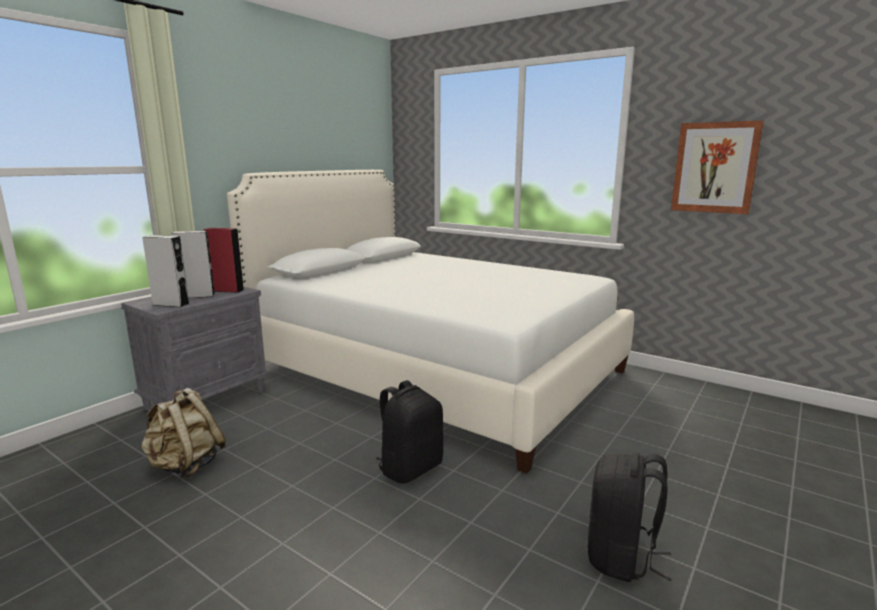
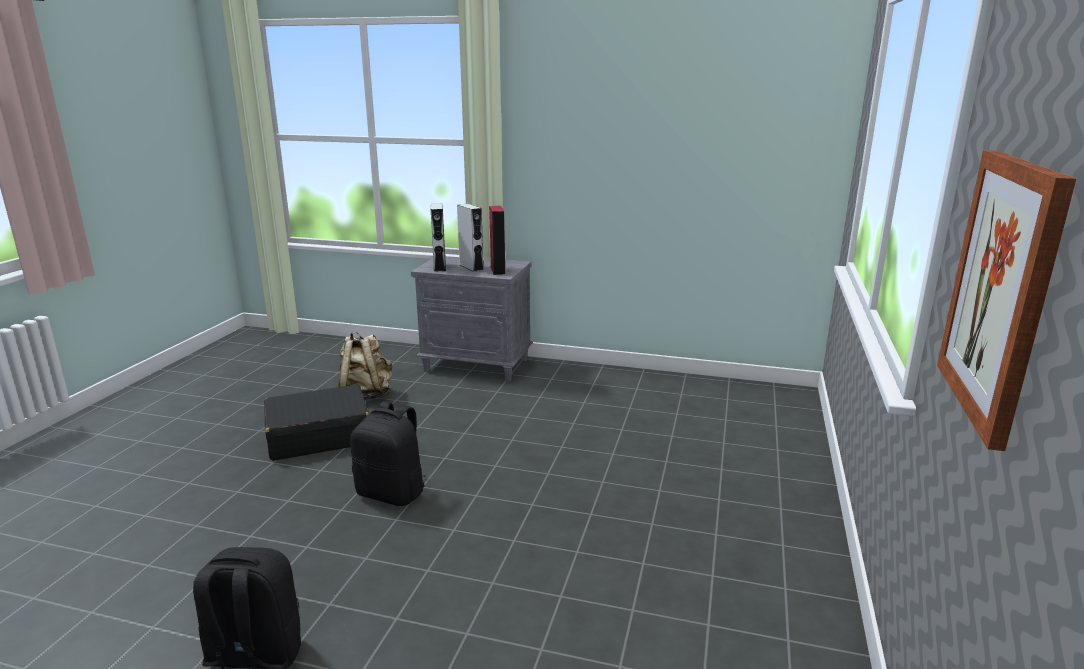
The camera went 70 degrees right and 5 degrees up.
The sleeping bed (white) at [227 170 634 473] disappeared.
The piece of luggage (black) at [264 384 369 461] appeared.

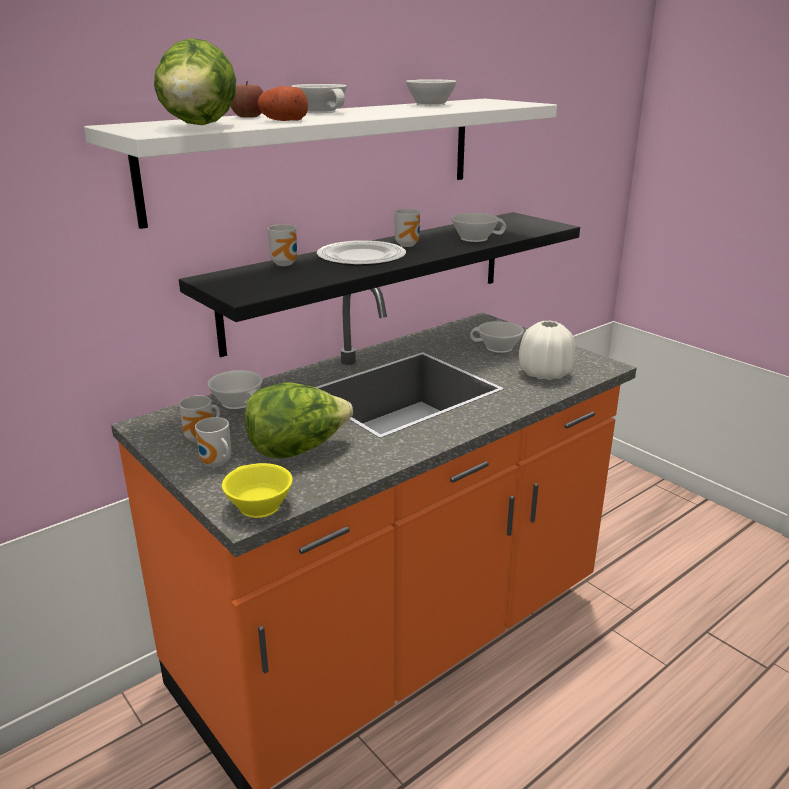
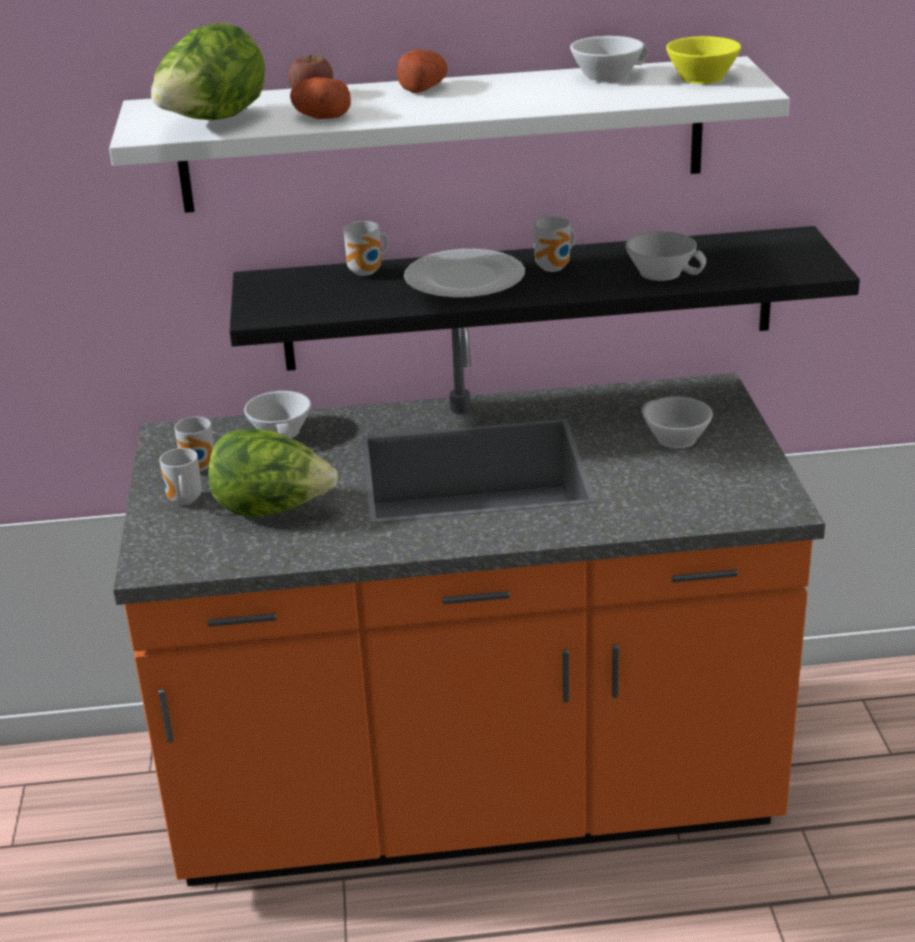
The camera went 35 degrees right and 5 degrees up.
The small cup (yellow-coloured) moved from [222 463 293 518] to [666 36 741 84].
The small cup (white) at [291 84 347 113] was replaced by the potato at [397 49 448 93].
The vase (white) at [519 321 575 380] disappeared.

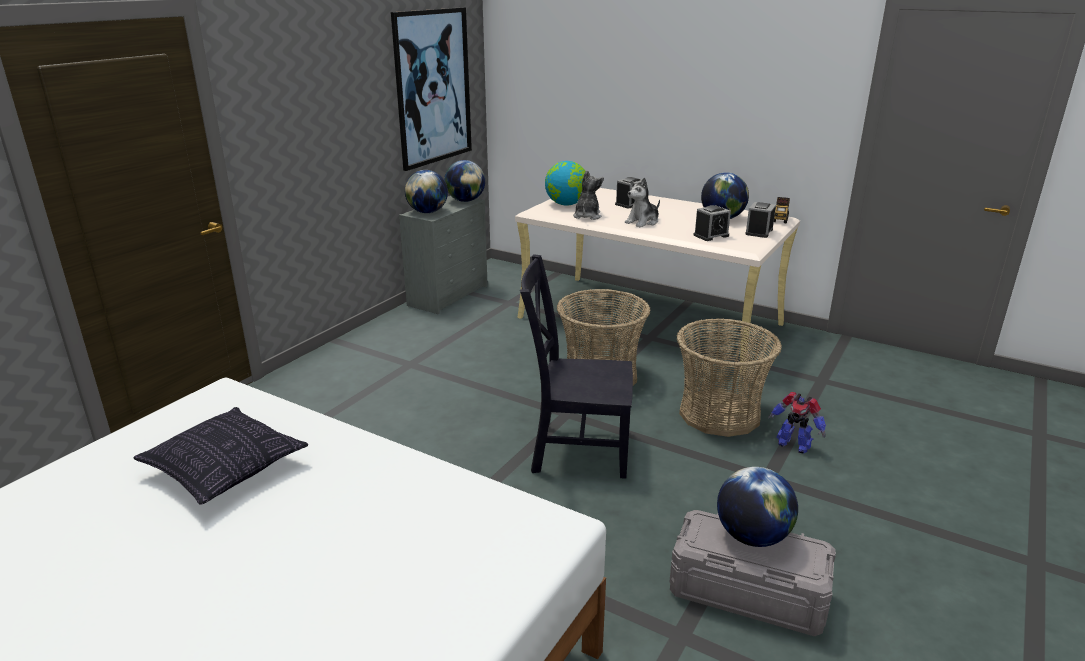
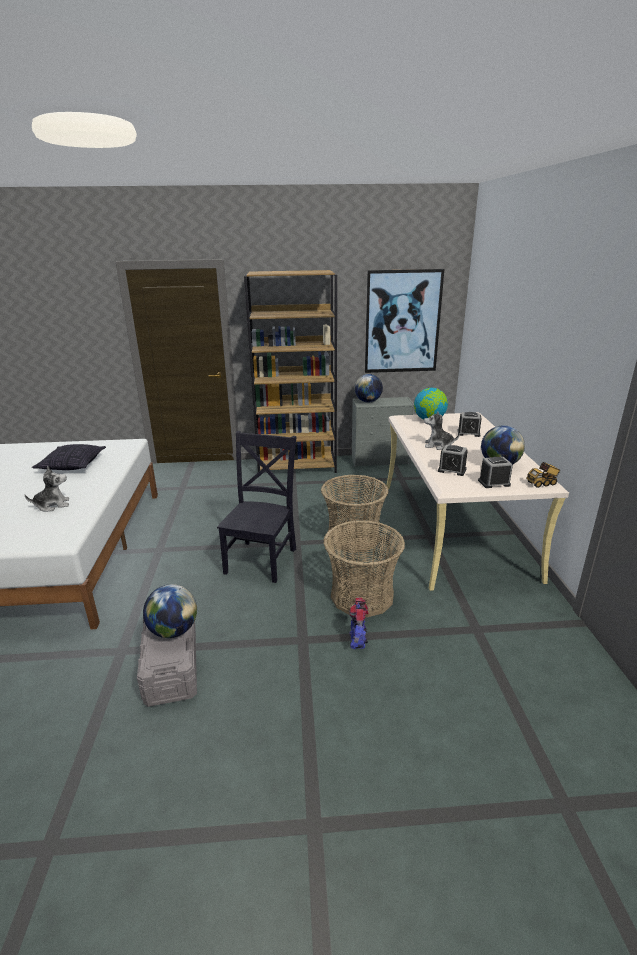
The camera went 55 degrees right and 0 degrees up.
The globe at [444 160 485 202] disappeared.
The chair (black) at [520 254 633 479] turned 45 degrees clockwise.
The cuddly toy moved from [573 170 604 220] to [25 466 69 512].
The bookcase (brownish) at [244 270 337 473] appeared.

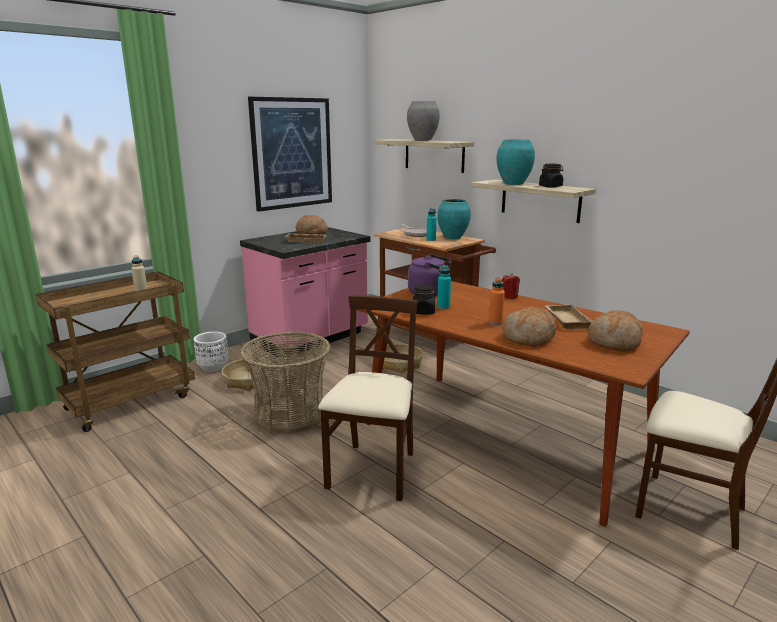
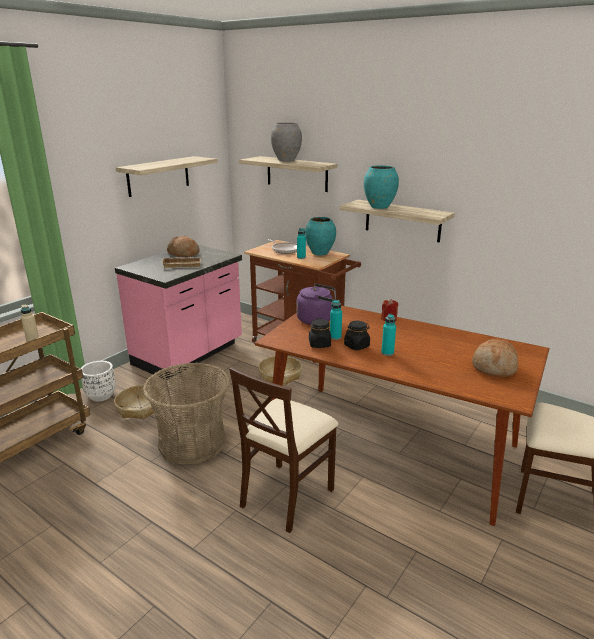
The camera went 10 degrees left and 5 degrees up.
The picture at [248 97 332 212] was replaced by the shelf at [116 156 218 197].
The chair (beige) at [318 295 418 501] turned 150 degrees counterclockwise.
The beverage bottle (orange-coloured) at [489 278 505 326] became the beverage bottle (turquoise) at [381 314 396 356].
The bakery bread at [502 307 557 347] disappeared.
The preserve jar (black) moved from [539 164 563 188] to [344 321 370 350].
The carrying tray (beige) at [546 304 593 329] disappeared.

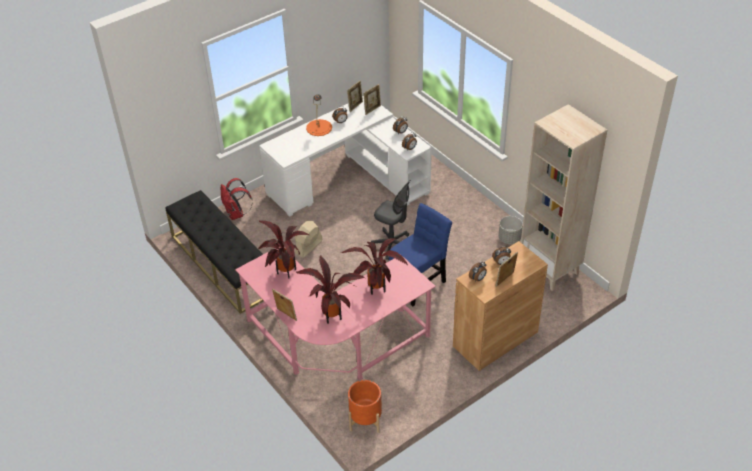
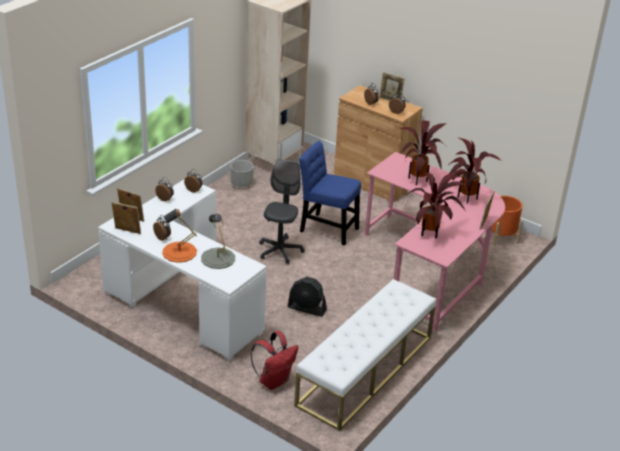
The camera went 110 degrees left and 10 degrees down.
The bench (black) at [165 190 263 314] became the bench (white) at [294 279 436 431].
The cooling fan (beige) at [295 221 323 258] became the cooling fan (black) at [287 277 327 316].
The tabletop lamp (greyish) at [201 214 235 269] appeared.

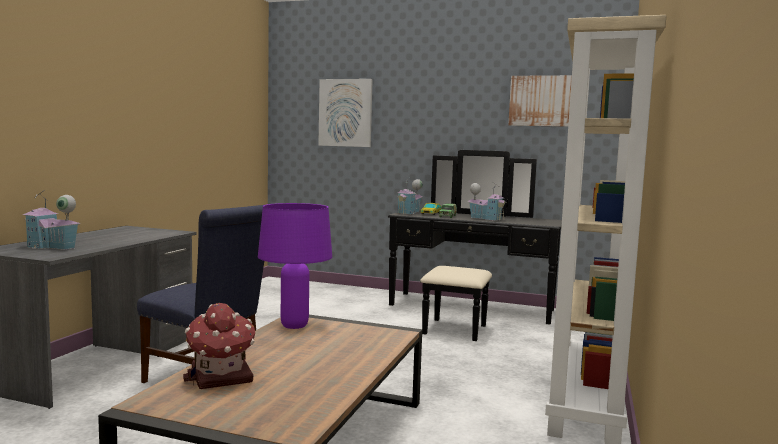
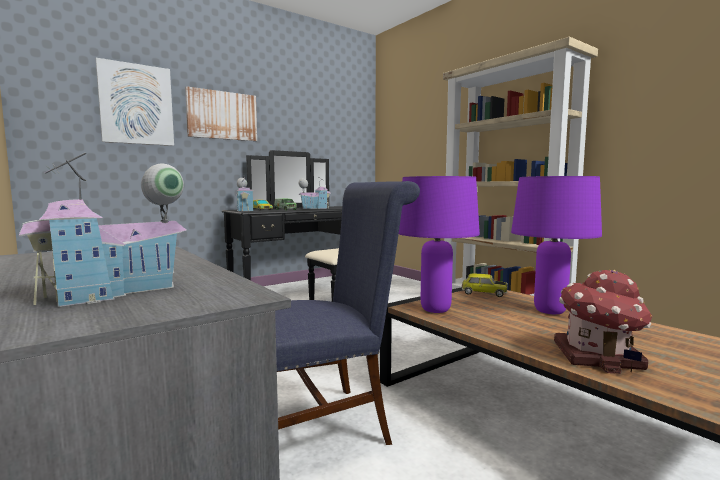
The camera went 55 degrees left and 0 degrees up.
The picture moved from [508 75 572 127] to [185 86 257 141].
The toy car at [462 274 508 297] appeared.
The tabletop lamp (purplish) at [511 176 602 314] appeared.

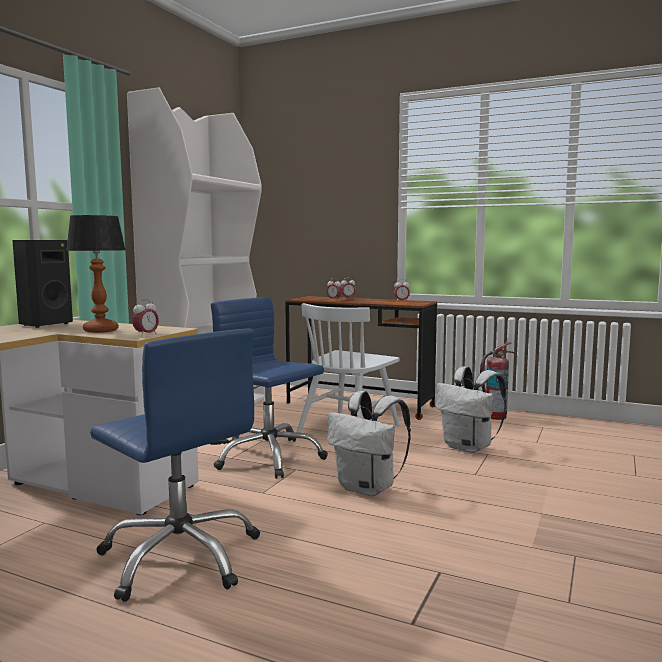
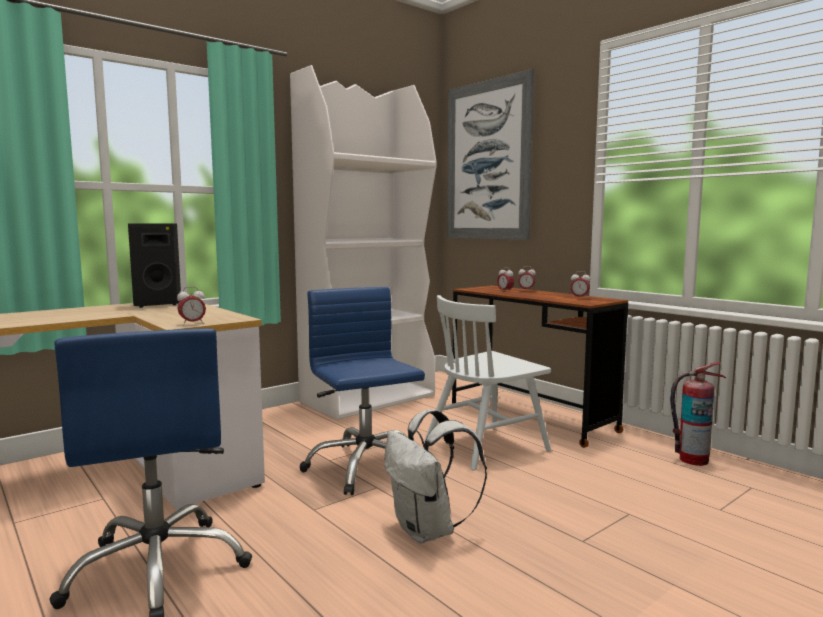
The camera went 25 degrees right and 0 degrees up.
The tabletop lamp at [66 215 125 333] disappeared.
The backpack (white) at [435 366 507 453] disappeared.
The picture at [447 69 534 240] appeared.

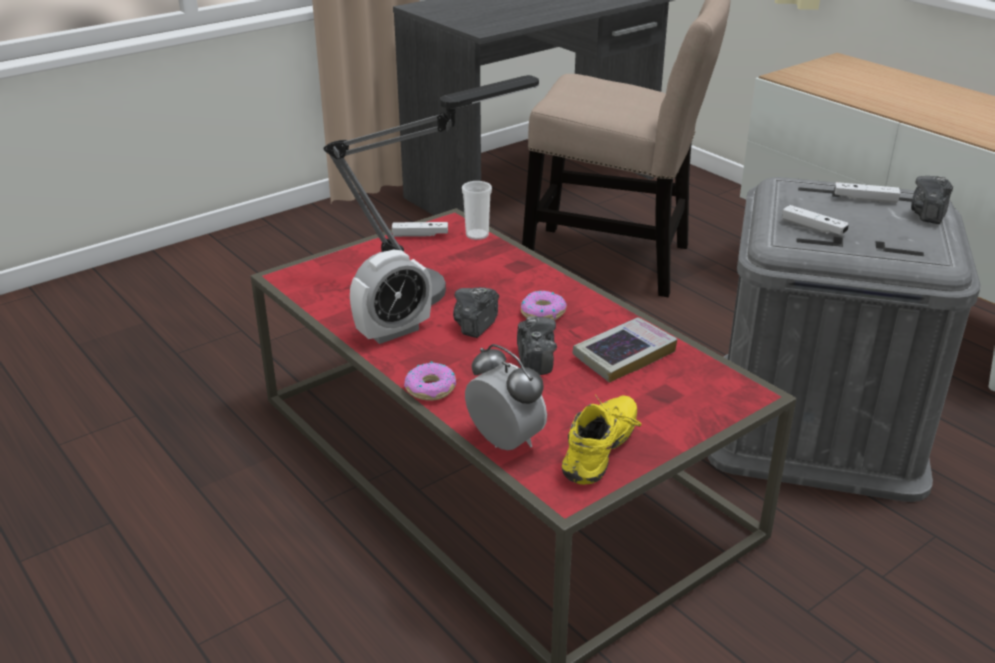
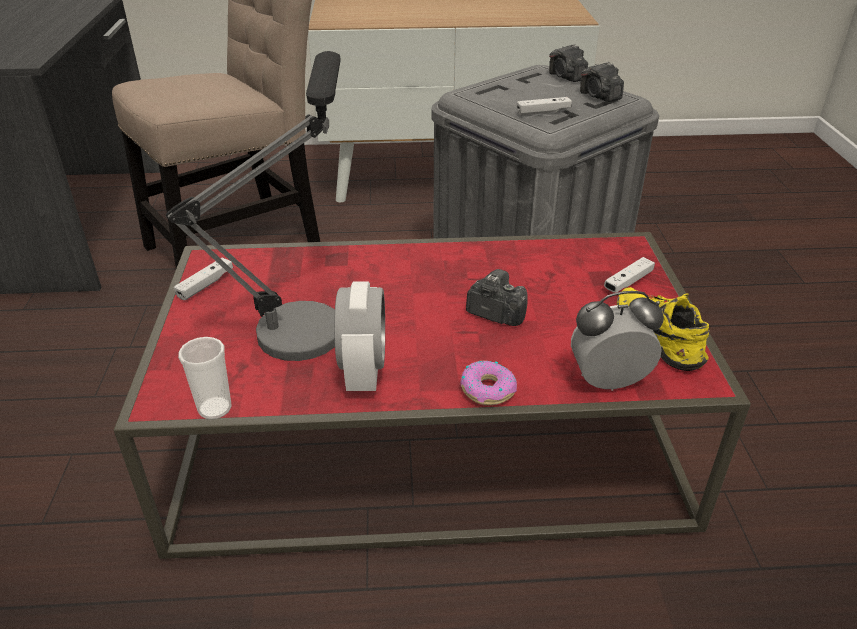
The camera went 55 degrees left and 5 degrees up.
The photo camera moved from [453 287 499 338] to [580 62 624 102].
The small cup moved from [462 181 492 240] to [178 337 231 420].
The ring doughnut at [521 291 567 320] disappeared.
The book at [572 317 677 383] disappeared.
The joypad (white) moved from [834 182 901 203] to [604 257 655 293].

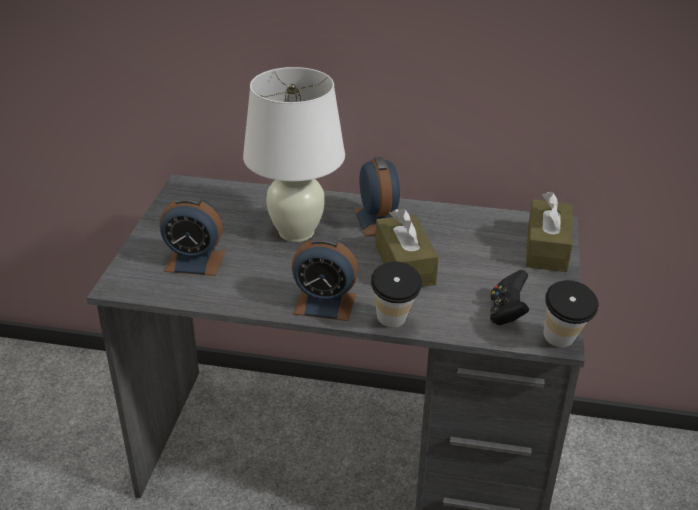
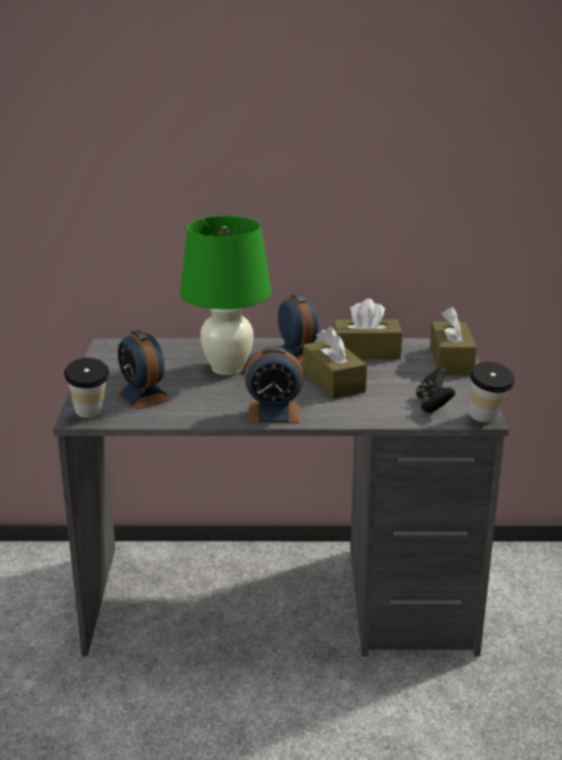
The camera went 10 degrees left and 10 degrees down.
The alarm clock at [160 196 225 276] turned 60 degrees clockwise.
The tabletop lamp (white) at [243 67 345 242] became the tabletop lamp (green) at [180 216 271 375].
The small cup moved from [371 262 422 328] to [64 358 110 418].
The tissue holder (brownish) at [333 299 402 359] appeared.

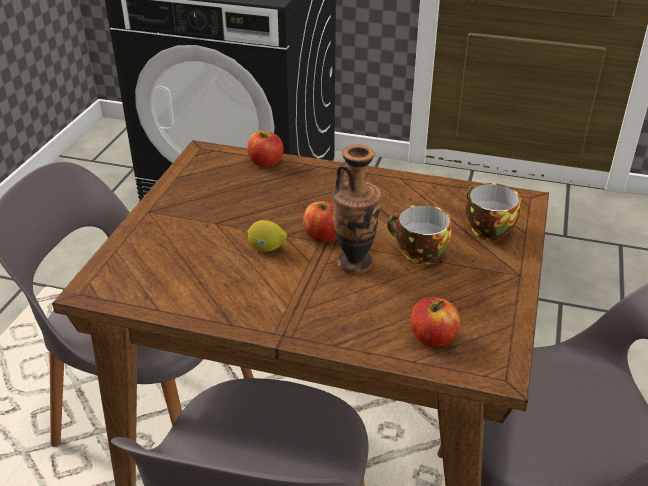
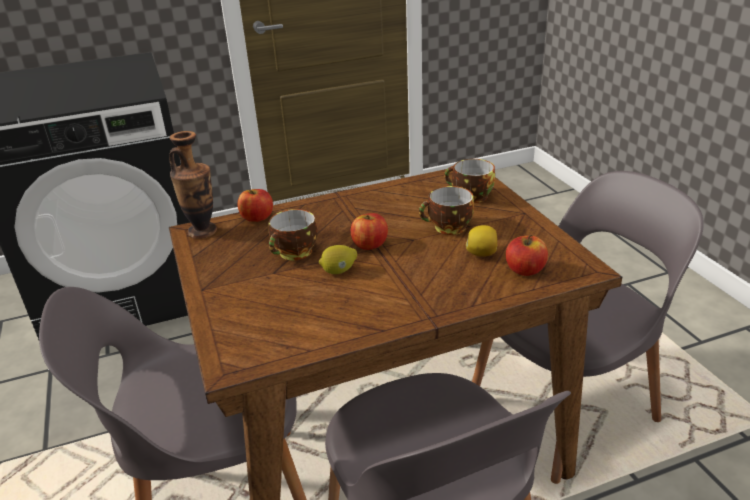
The camera went 35 degrees left and 5 degrees down.
The vase moved from [332 145 382 274] to [169 131 217 239].
The small cup at [269 209 317 260] appeared.
The citrus fruit at [466 225 497 257] appeared.

